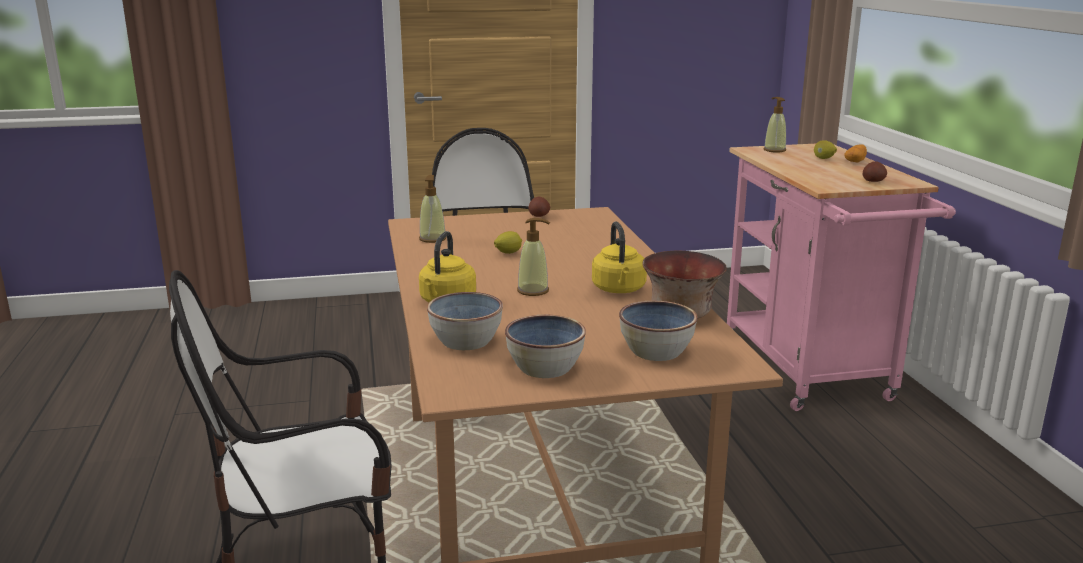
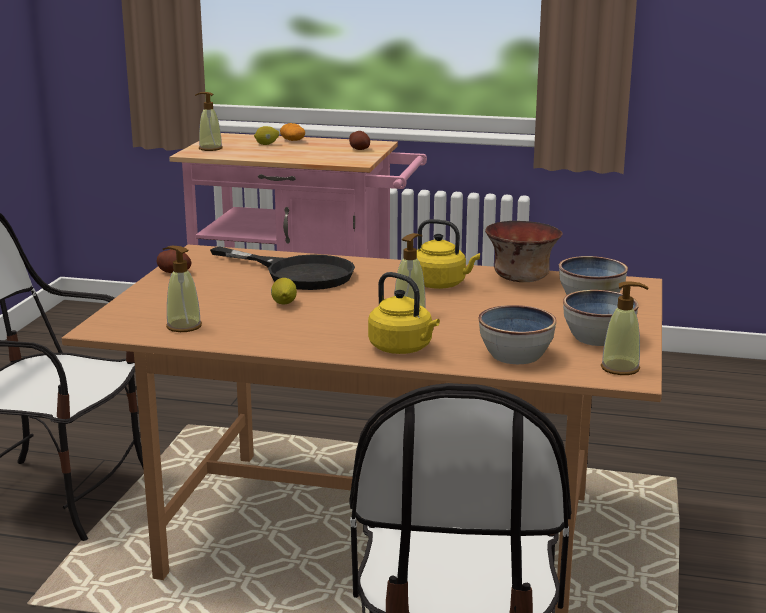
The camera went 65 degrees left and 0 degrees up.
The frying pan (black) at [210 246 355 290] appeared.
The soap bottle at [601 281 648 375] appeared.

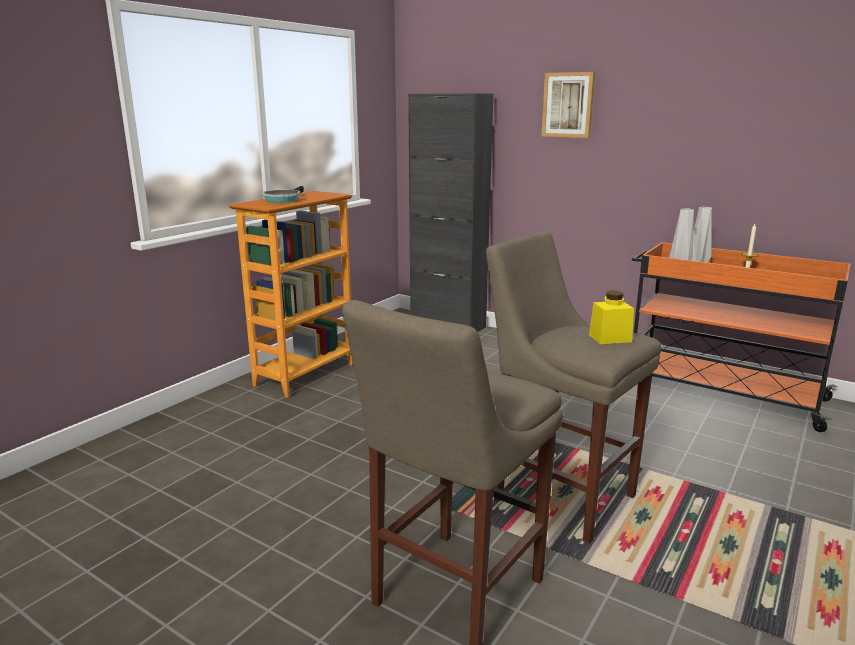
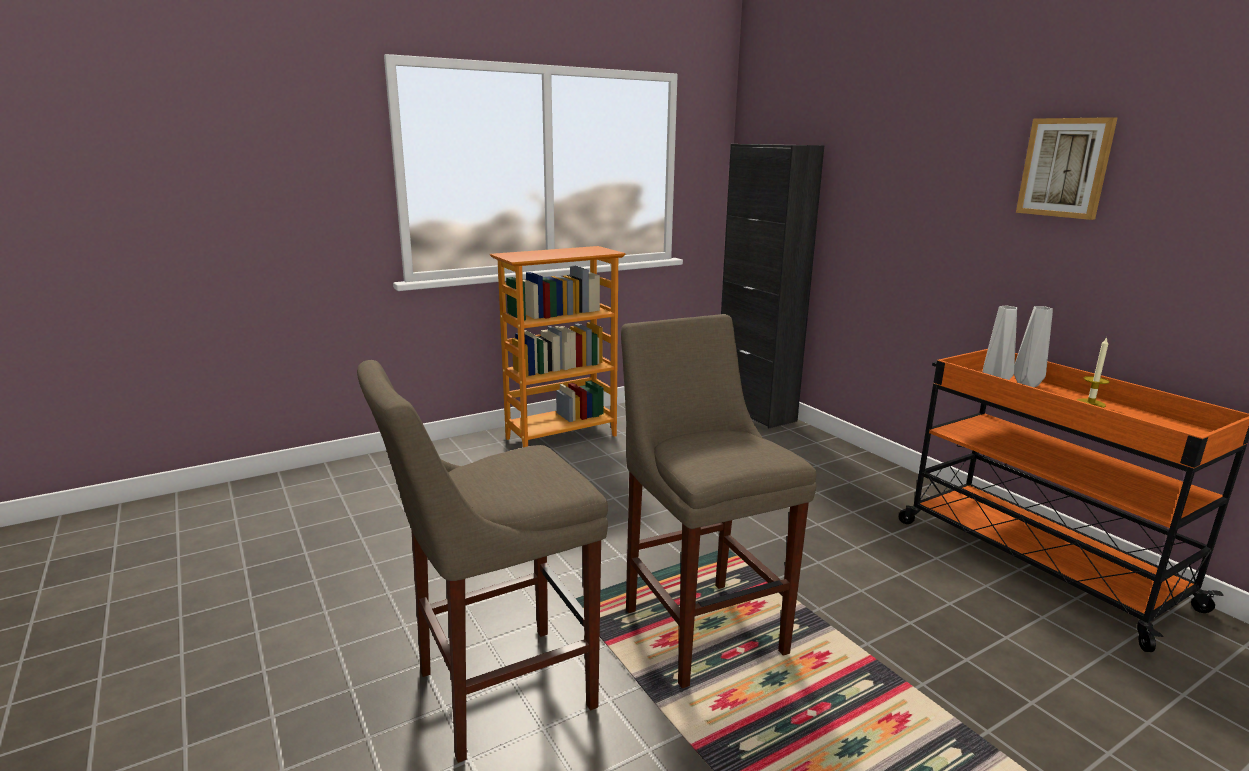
The camera went 25 degrees right and 0 degrees up.
The frying pan at [262 186 304 203] disappeared.
The picture moved from [541 72 595 138] to [1016 117 1117 220].
The preserve jar (yellow-coloured) at [589 290 634 344] disappeared.

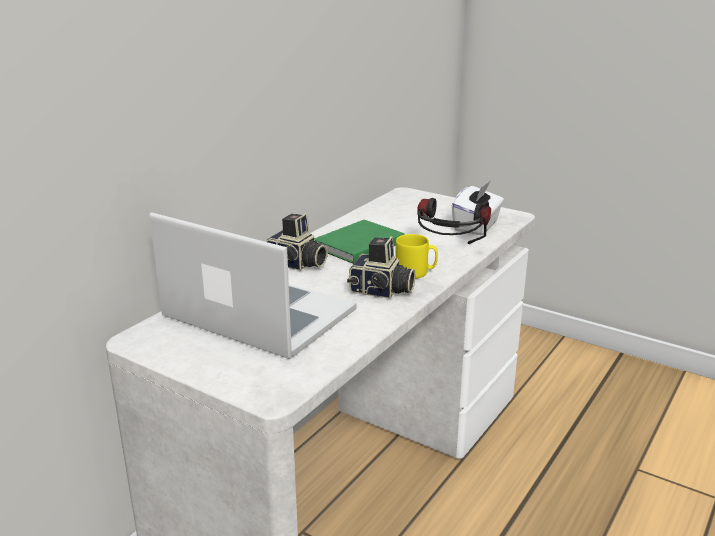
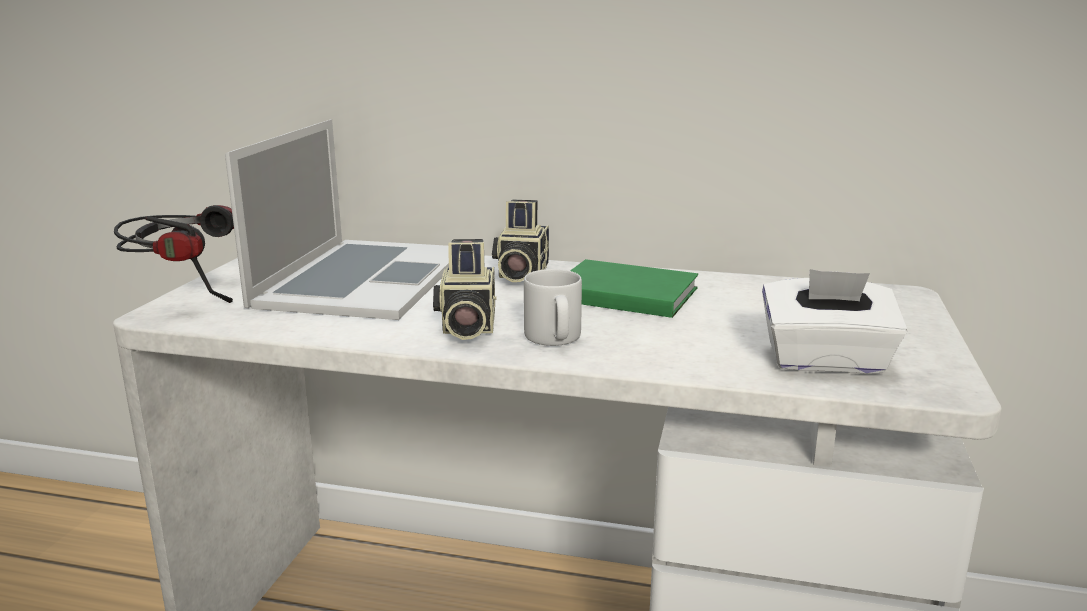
The camera went 70 degrees right and 5 degrees down.
The tea mug (yellow-coloured) at [395 234 438 279] became the tea mug (greyish) at [524 269 582 346].
The headphones moved from [417 198 491 244] to [114 205 234 303].

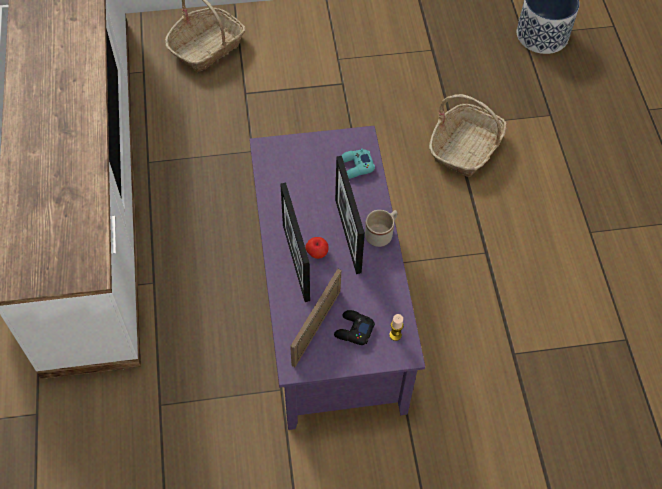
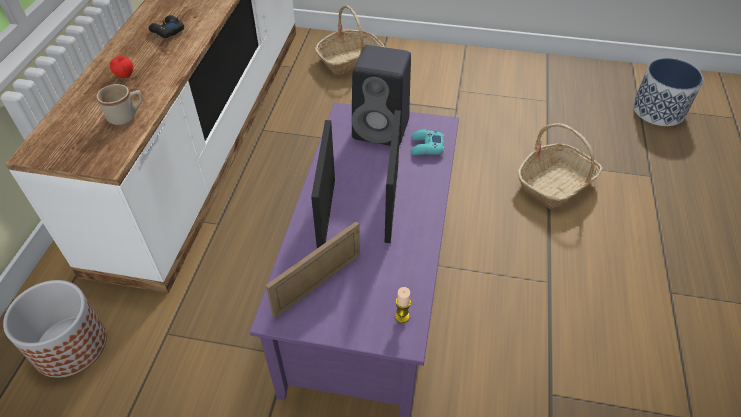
The camera went 20 degrees right and 10 degrees down.
The apple fruit moved from [305 237 329 259] to [110 56 134 78].
The joypad (black) moved from [334 310 375 345] to [149 15 184 38].
The tea mug (beige) moved from [365 210 397 247] to [96 84 142 125].
The plant pot at [3 280 107 378] appeared.
The loudspeaker (black) at [352 45 411 146] appeared.

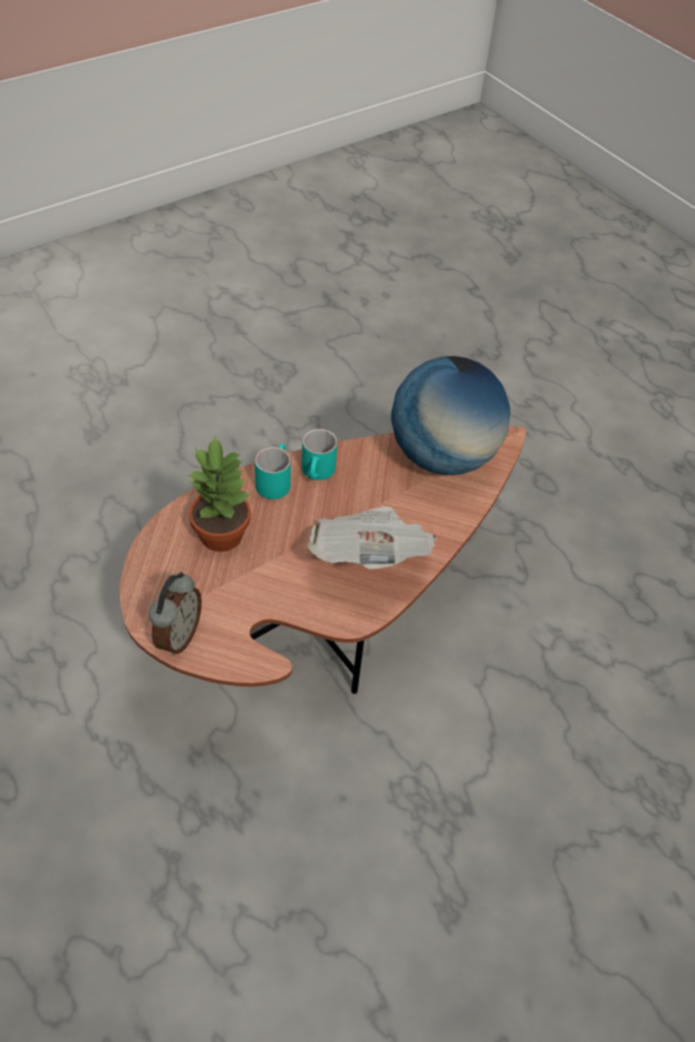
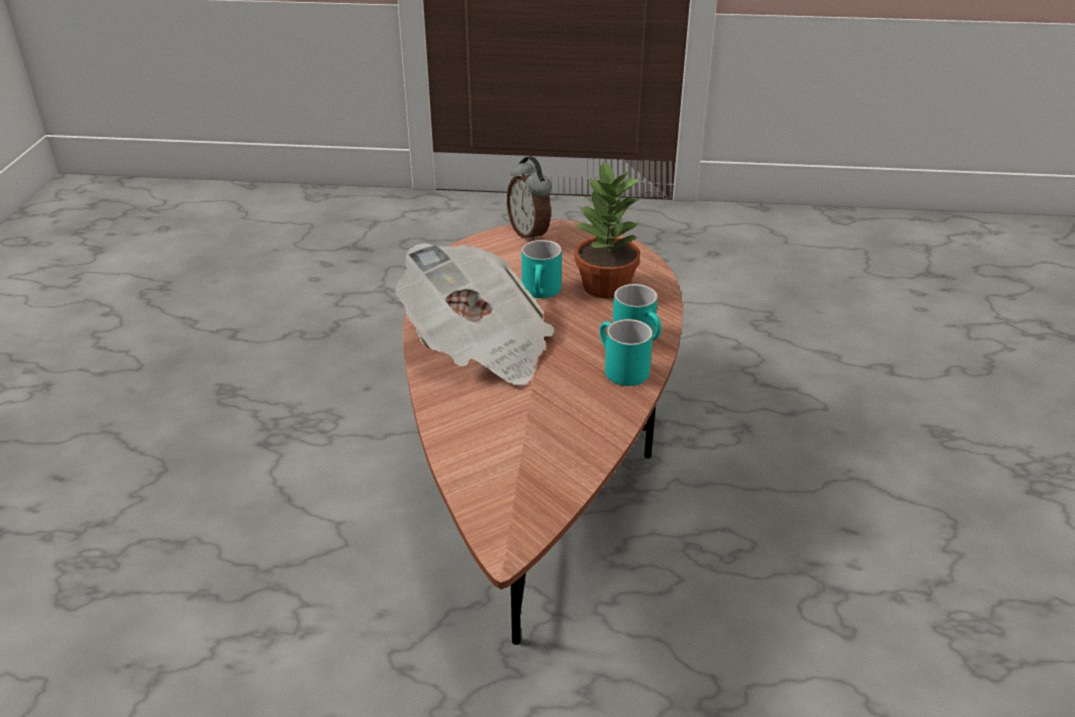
The camera went 135 degrees right and 15 degrees down.
The globe at [391 356 510 475] disappeared.
The tea mug (turquoise) at [522 240 562 298] appeared.

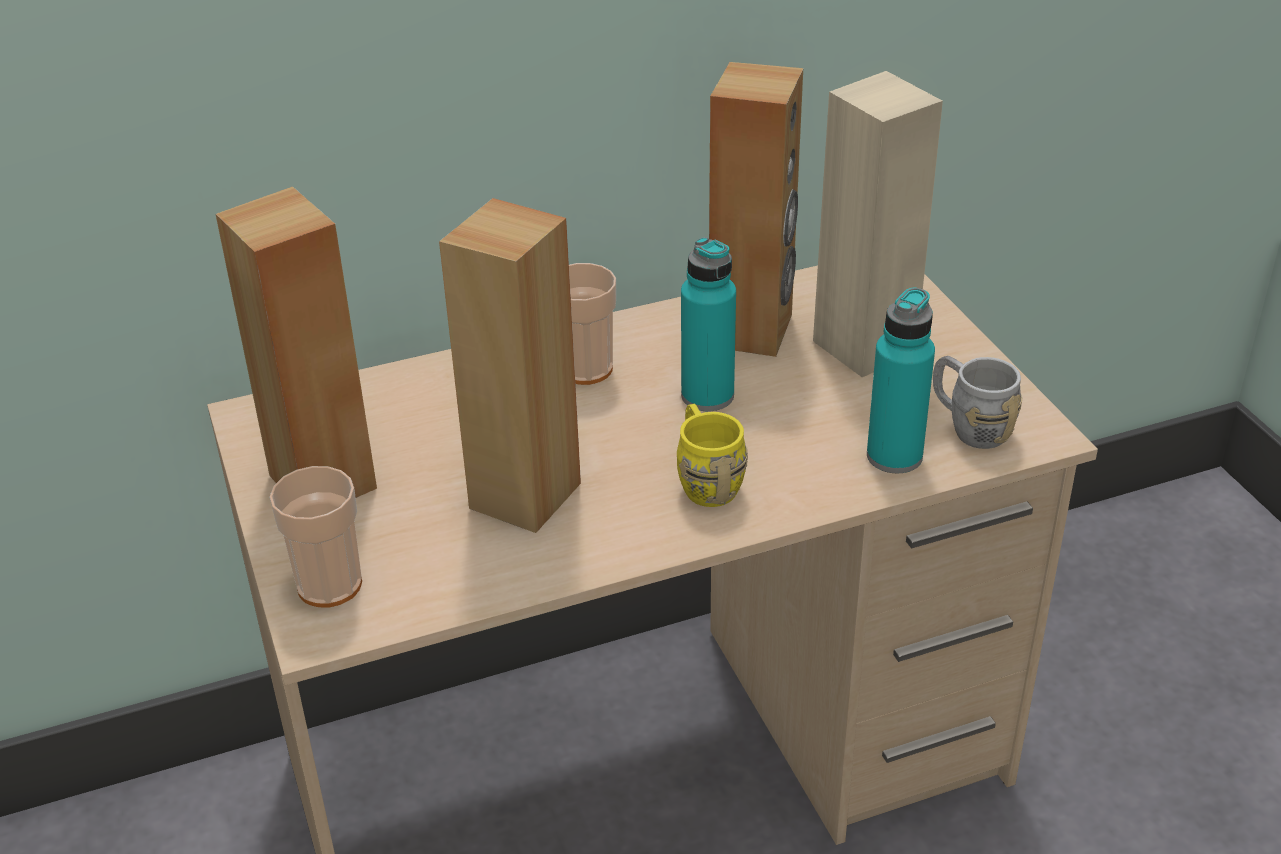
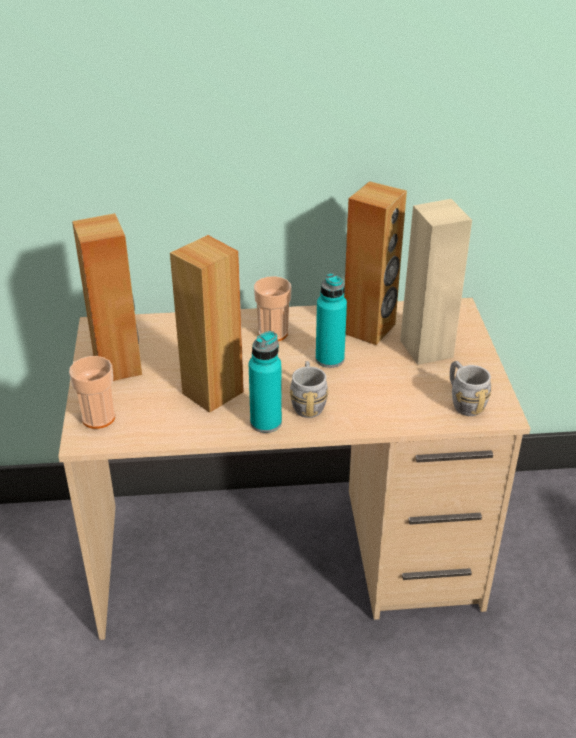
The camera went 15 degrees right and 0 degrees up.
The tea mug (yellow-coloured) at [677 404 748 507] became the tea mug (greyish) at [290 361 329 418].
The beverage bottle (turquoise) moved from [867 287 935 473] to [249 331 282 433].

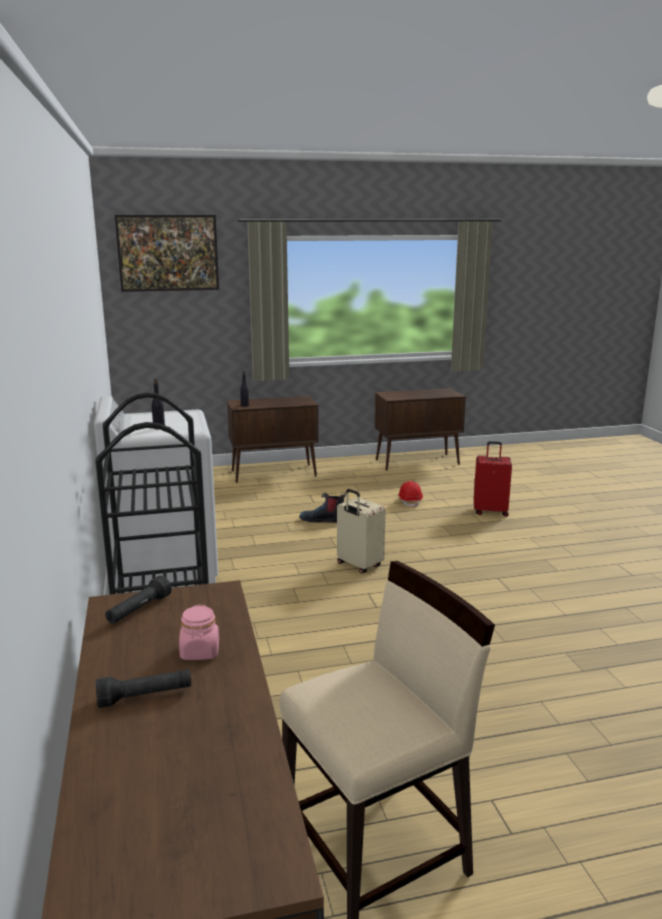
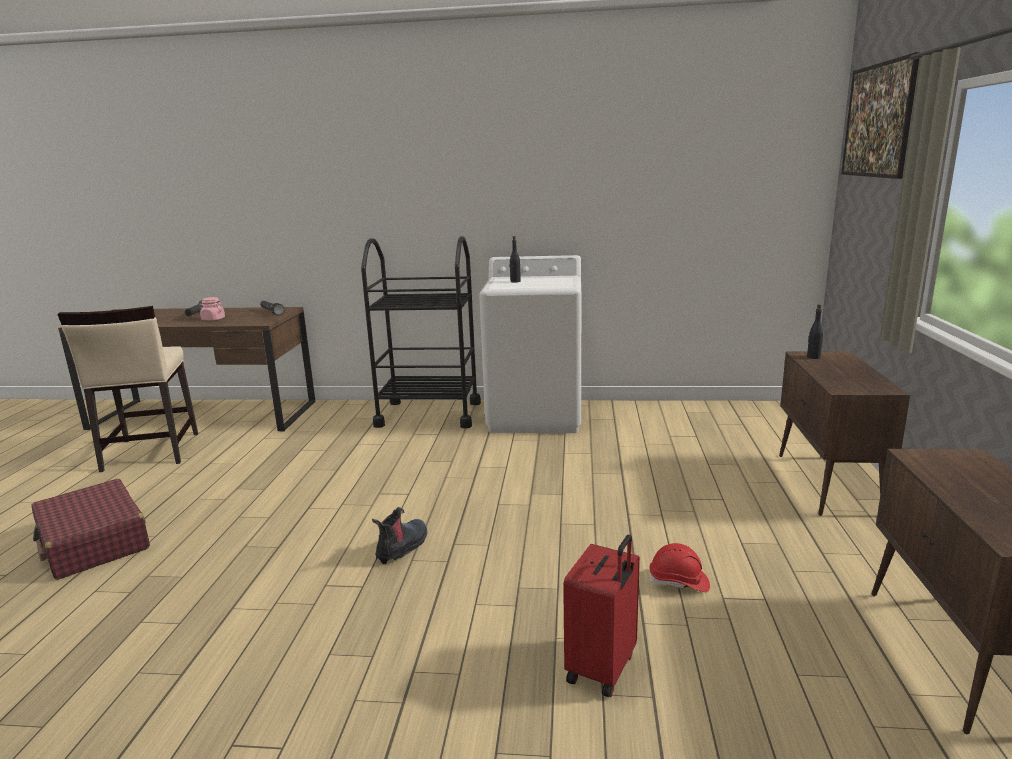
The camera went 110 degrees right and 0 degrees up.
The high-top boot moved from [299 492 349 523] to [372 507 427 565].
The piece of luggage (beige) at [337 489 386 574] disappeared.
The piece of luggage (red) at [32 479 150 580] appeared.

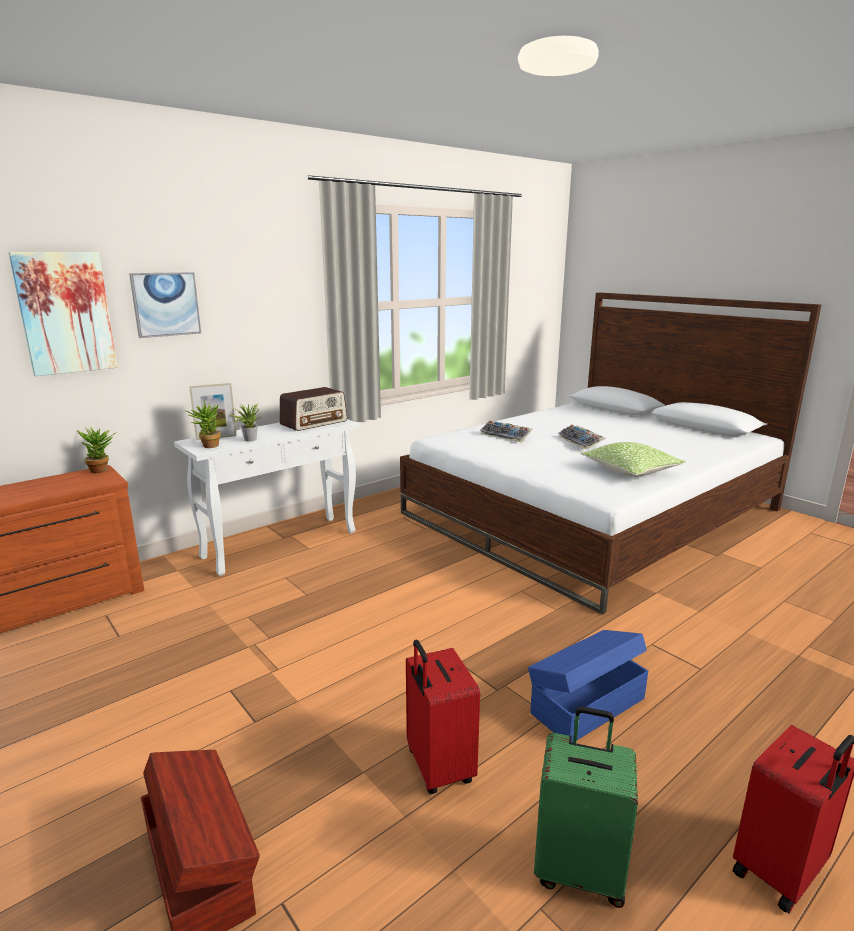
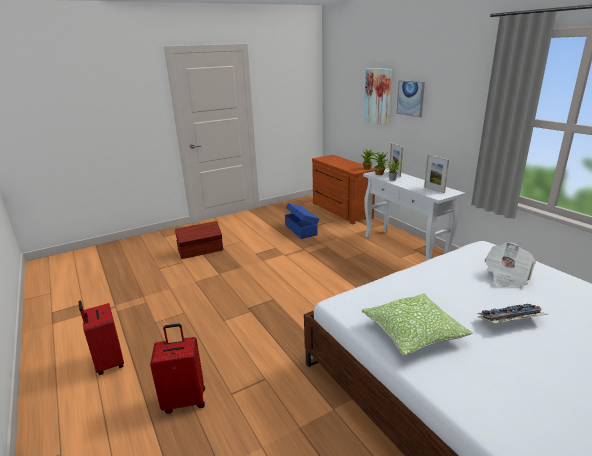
The camera went 100 degrees right and 5 degrees up.
The radio at [279 387 347 431] was replaced by the standing frame at [424 155 449 193].
The piece of luggage (red) moved from [406 640 480 794] to [150 324 205 414].
The keyboard at [480 421 533 442] was replaced by the daily paper at [485 242 536 287].
The storage container (blue) moved from [528 630 648 743] to [285 203 319 239].
The piece of luggage (green) at [534 707 638 908] disappeared.

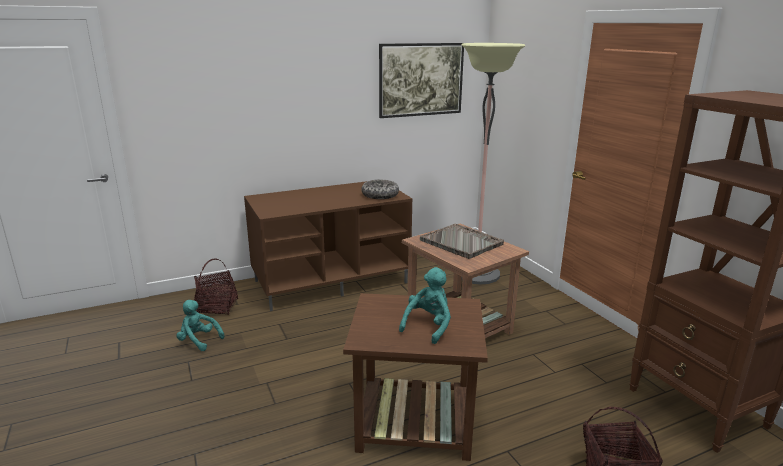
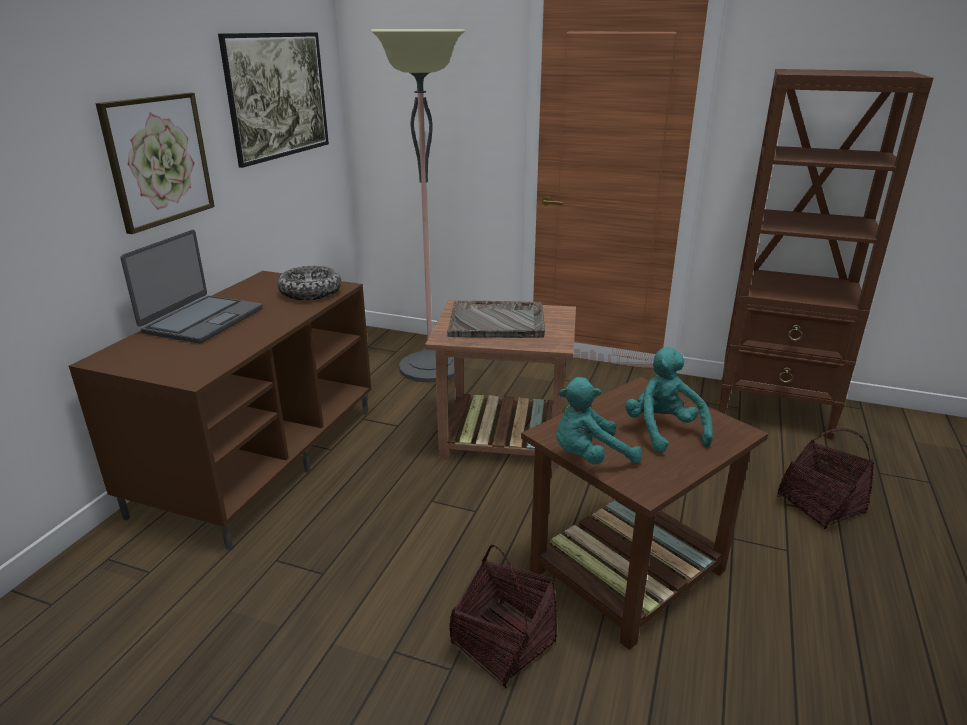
The camera went 45 degrees left and 5 degrees up.
The cuddly toy (turquoise) moved from [176 300 224 351] to [556 377 642 464].
The household basket moved from [194 258 238 315] to [449 544 557 688].
The picture at [96 93 215 234] appeared.
The notebook computer at [120 230 263 344] appeared.

